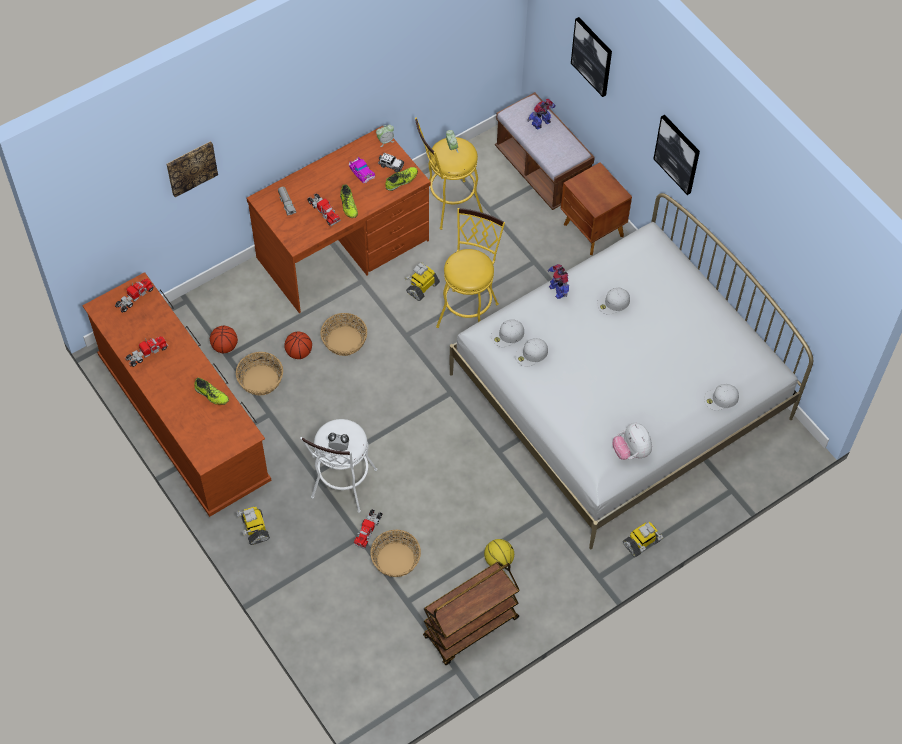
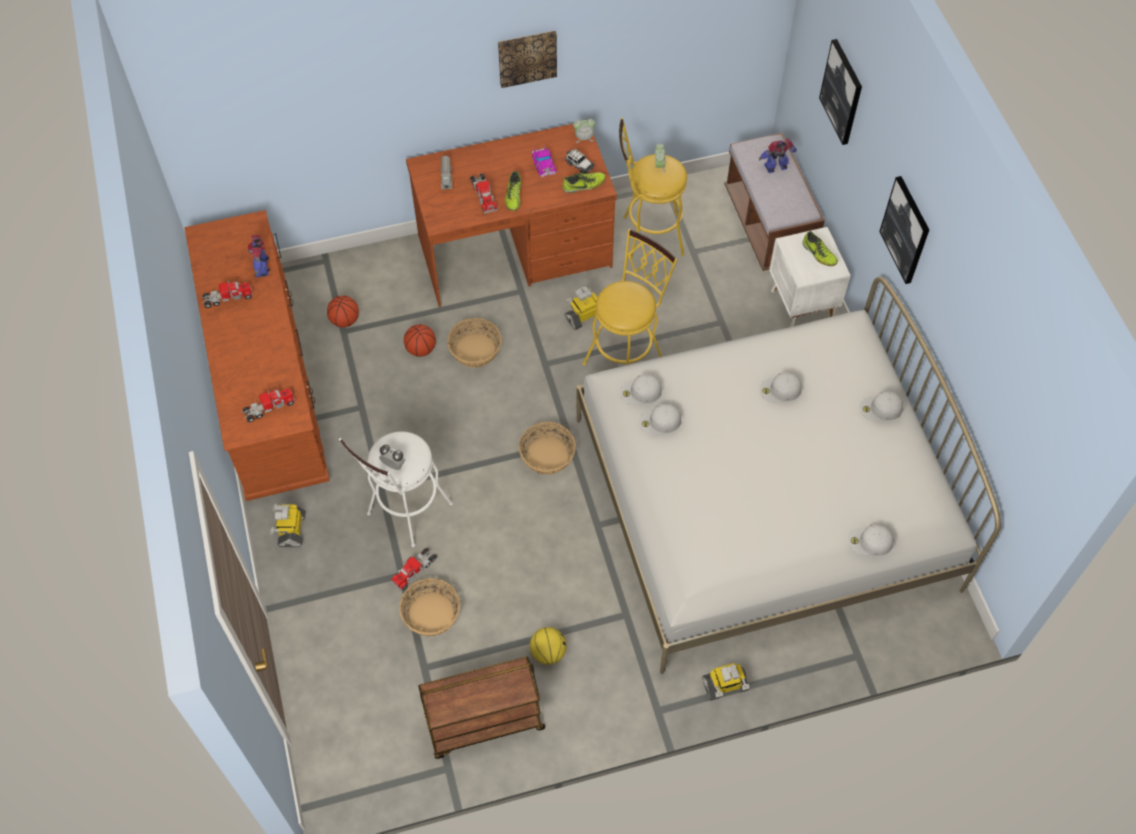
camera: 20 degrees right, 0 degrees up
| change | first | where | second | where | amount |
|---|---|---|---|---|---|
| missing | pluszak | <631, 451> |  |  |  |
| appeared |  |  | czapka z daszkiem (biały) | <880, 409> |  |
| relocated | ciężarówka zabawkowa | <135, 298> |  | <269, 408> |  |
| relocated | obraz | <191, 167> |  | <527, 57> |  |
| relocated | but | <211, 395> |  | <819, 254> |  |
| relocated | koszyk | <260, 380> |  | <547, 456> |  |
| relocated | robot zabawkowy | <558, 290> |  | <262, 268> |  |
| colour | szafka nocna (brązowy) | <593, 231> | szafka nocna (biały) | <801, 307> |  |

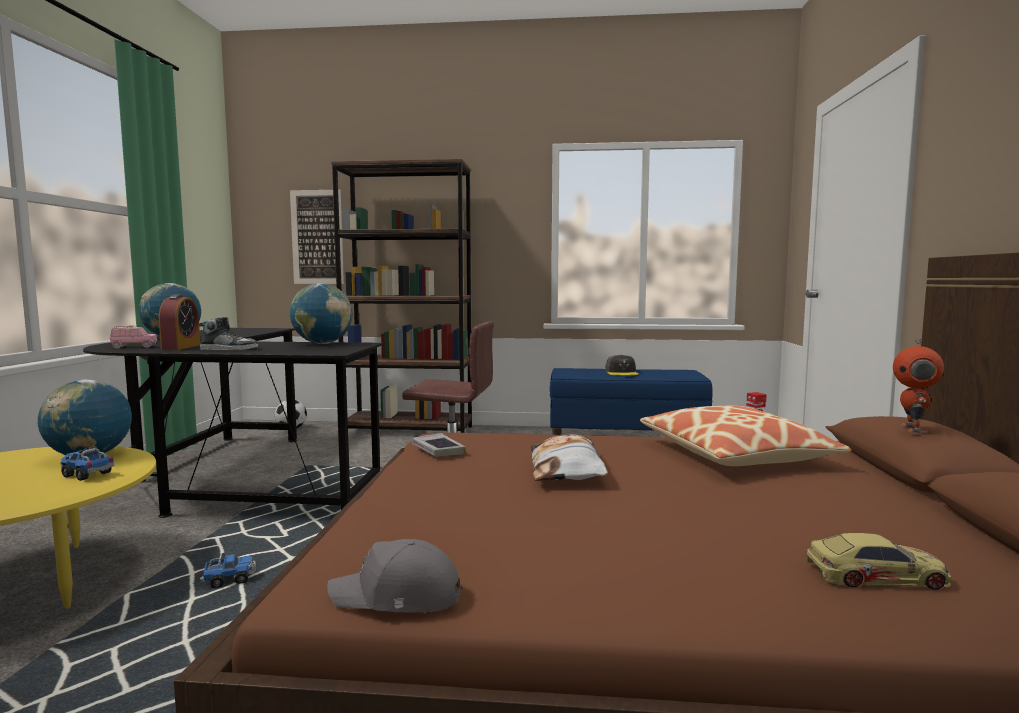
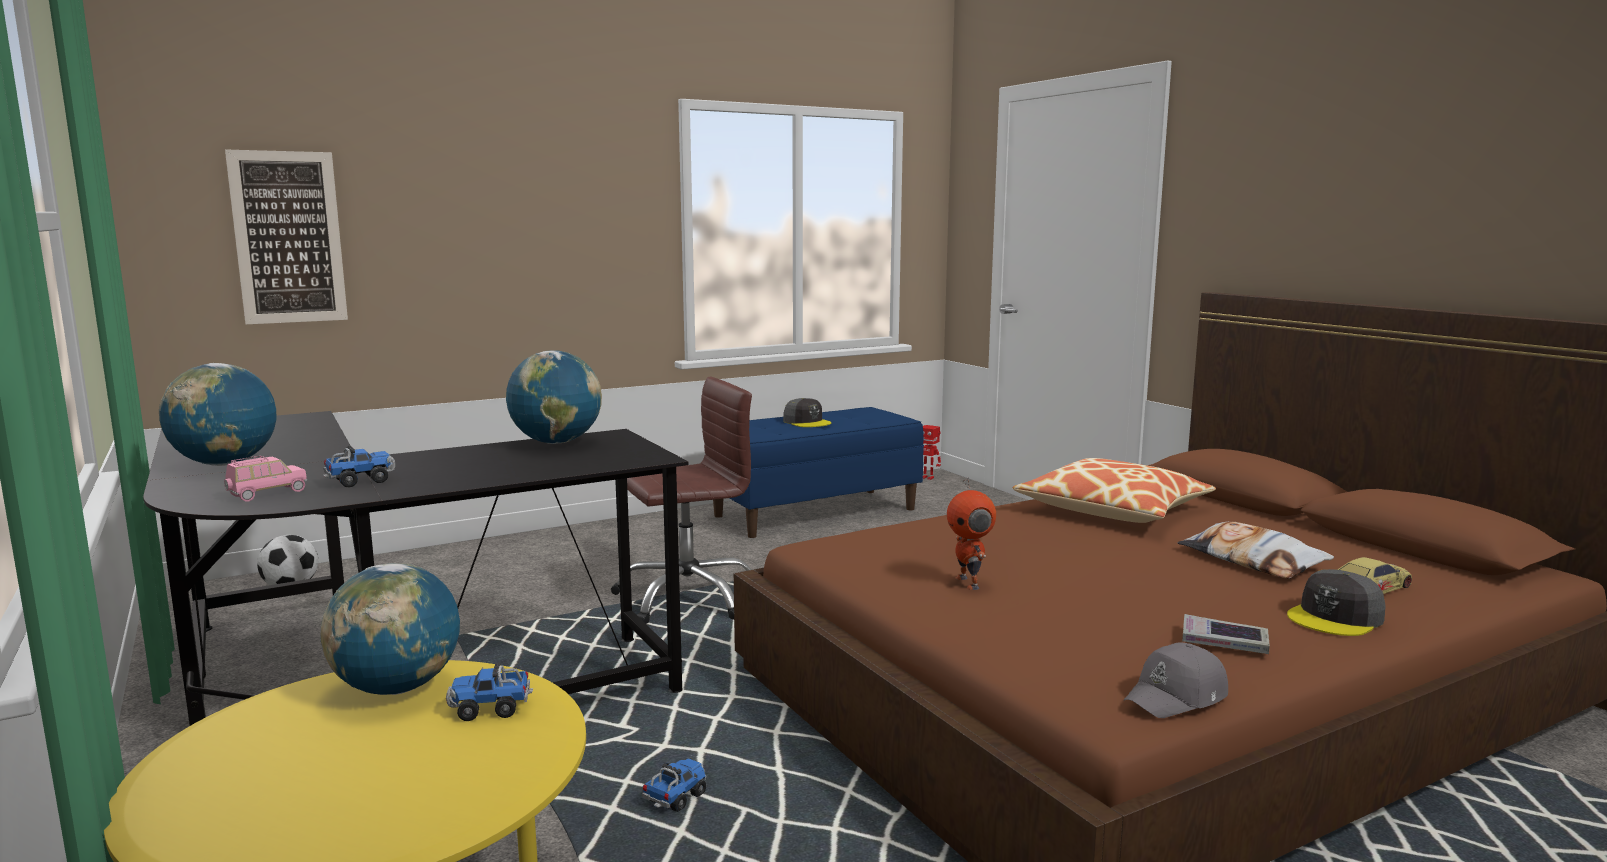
camera: 35 degrees left, 5 degrees up
| change | first | where | second | where | amount |
|---|---|---|---|---|---|
| missing | but | <229, 349> |  |  |  |
| missing | regał (brązowy) | <409, 431> |  |  |  |
| appeared |  |  | czapka z daszkiem (szary) | <1336, 618> |  |
| relocated | książka | <438, 450> |  | <1224, 642> |  |
| relocated | poduszka | <566, 469> |  | <1252, 560> |  |
| relocated | robot zabawkowy | <913, 429> |  | <969, 583> |  |
| exchanged | budzik | <181, 347> | ciężarówka zabawkowa | <360, 481> |  |

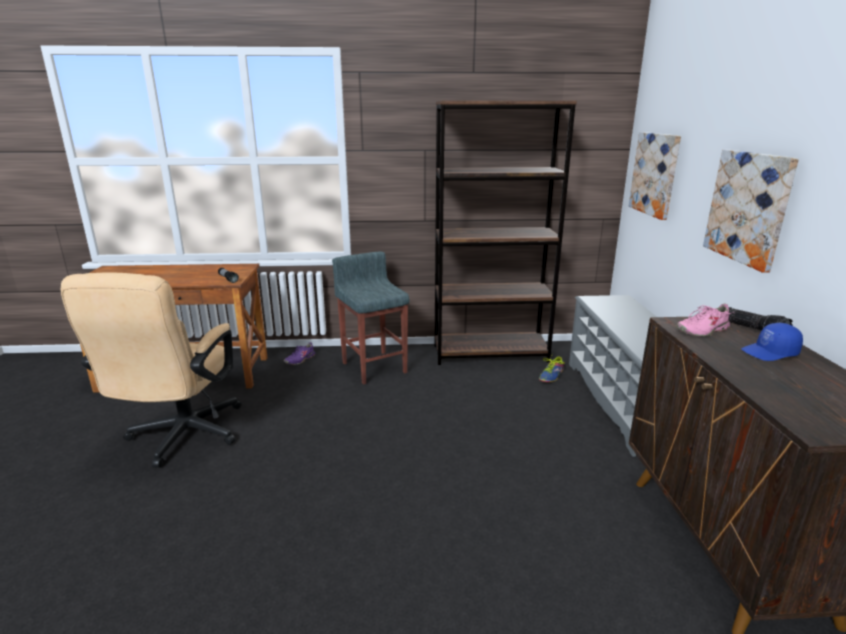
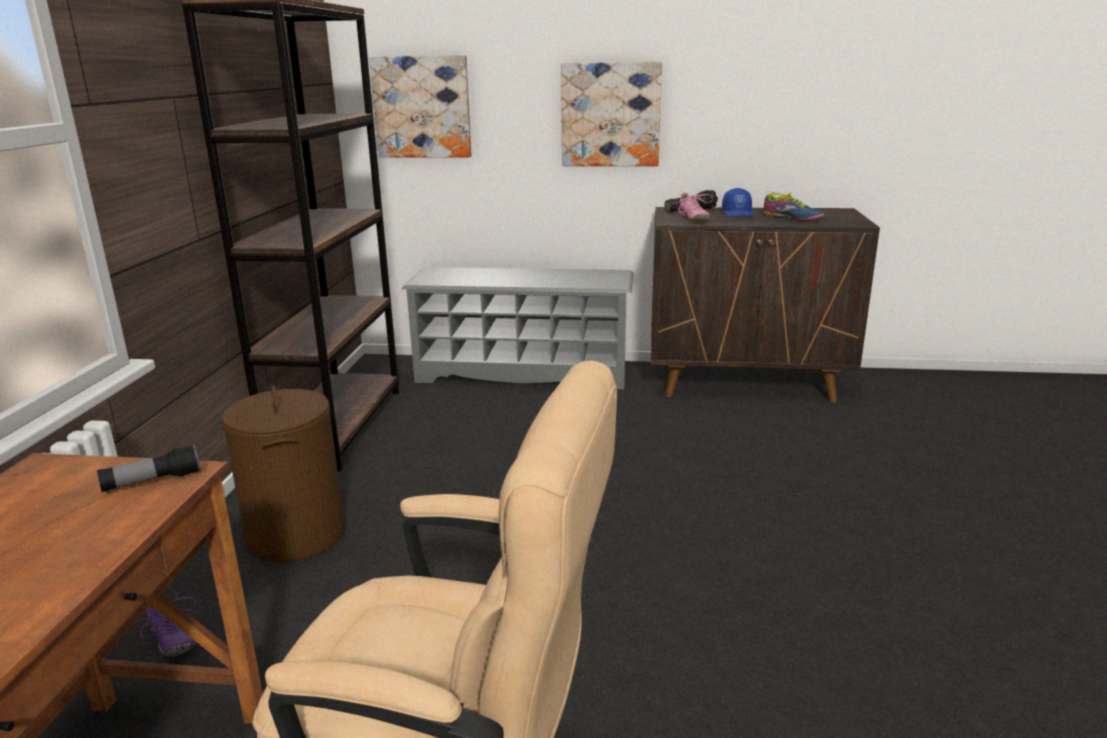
camera: 80 degrees left, 0 degrees up
| change | first | where | second | where | amount |
|---|---|---|---|---|---|
| relocated | but | <551, 375> |  | <792, 217> |  |
| exchanged | stołek (szary) | <374, 367> | kosz na pranie (brązowy) | <296, 534> |  |

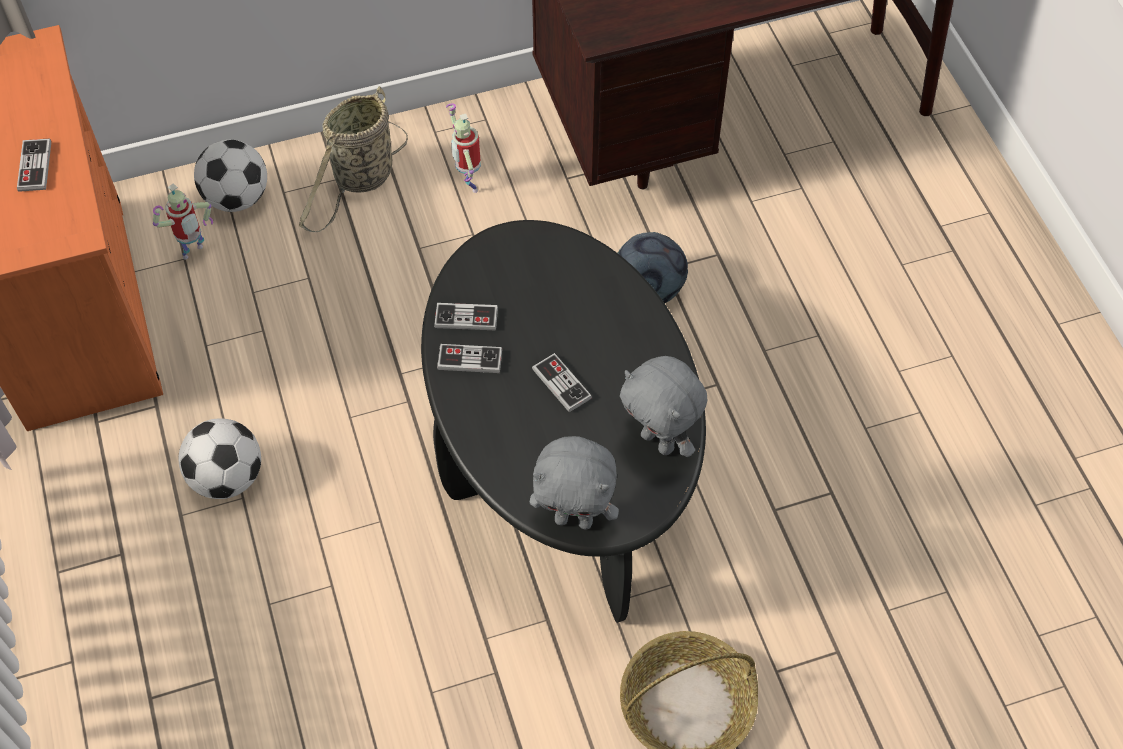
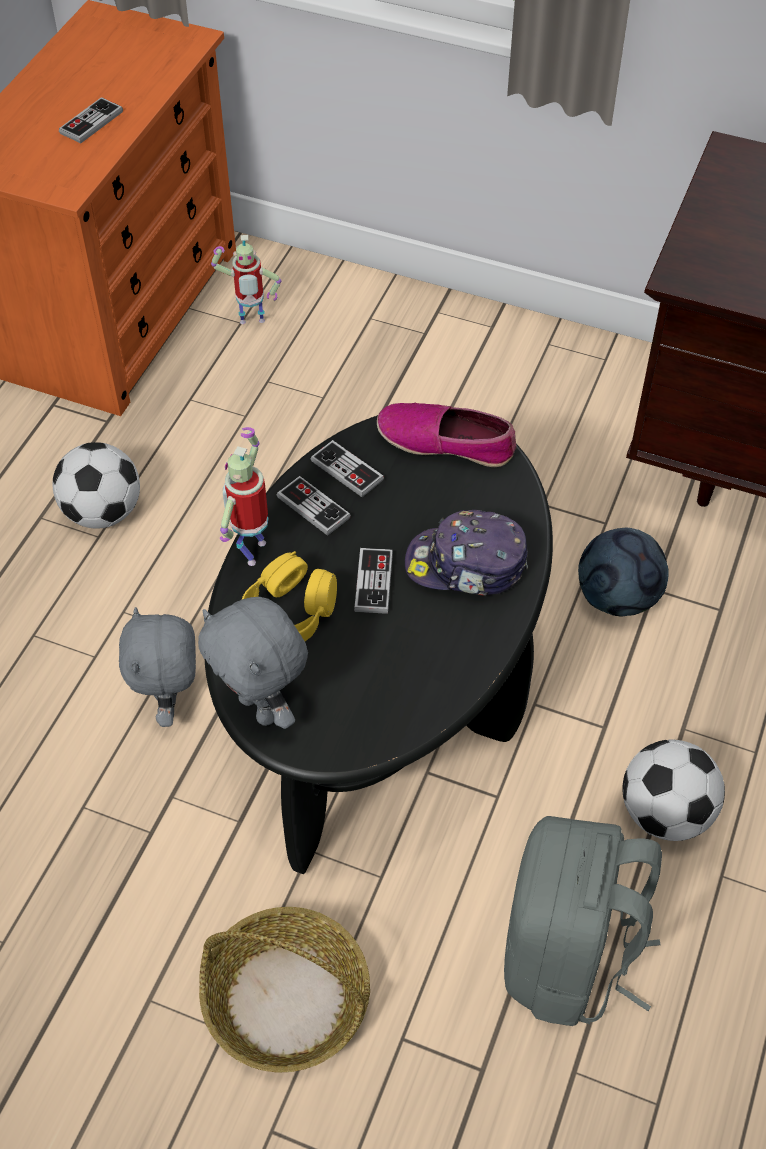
camera: 40 degrees right, 5 degrees down
| change | first | where | second | where | amount |
|---|---|---|---|---|---|
| missing | koszyk | <361, 179> |  |  |  |
| appeared |  |  | słuchawki (żółty) | <289, 613> |  |
| appeared |  |  | but | <446, 442> |  |
| appeared |  |  | czapka z daszkiem | <466, 565> |  |
| appeared |  |  | plecak (szary) | <568, 958> |  |
| relocated | piłka futbolowa | <237, 198> |  | <665, 813> |  |
| relocated | robot zabawkowy | <468, 184> |  | <252, 550> |  |
| relocated | pluszak (szary) | <659, 441> |  | <170, 704> |  |

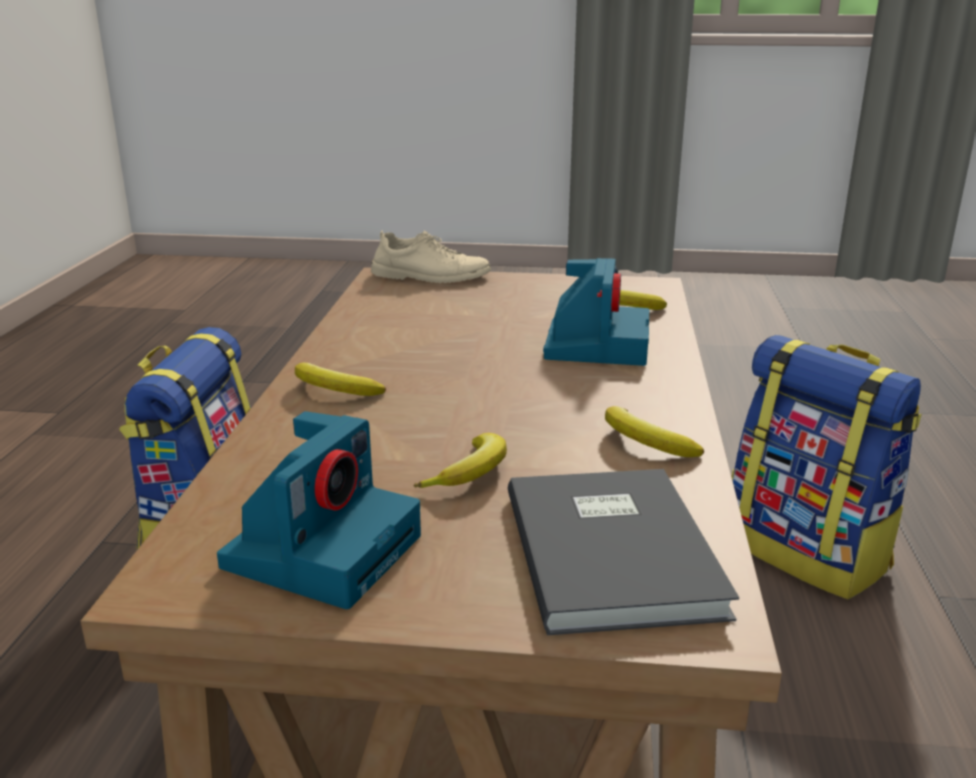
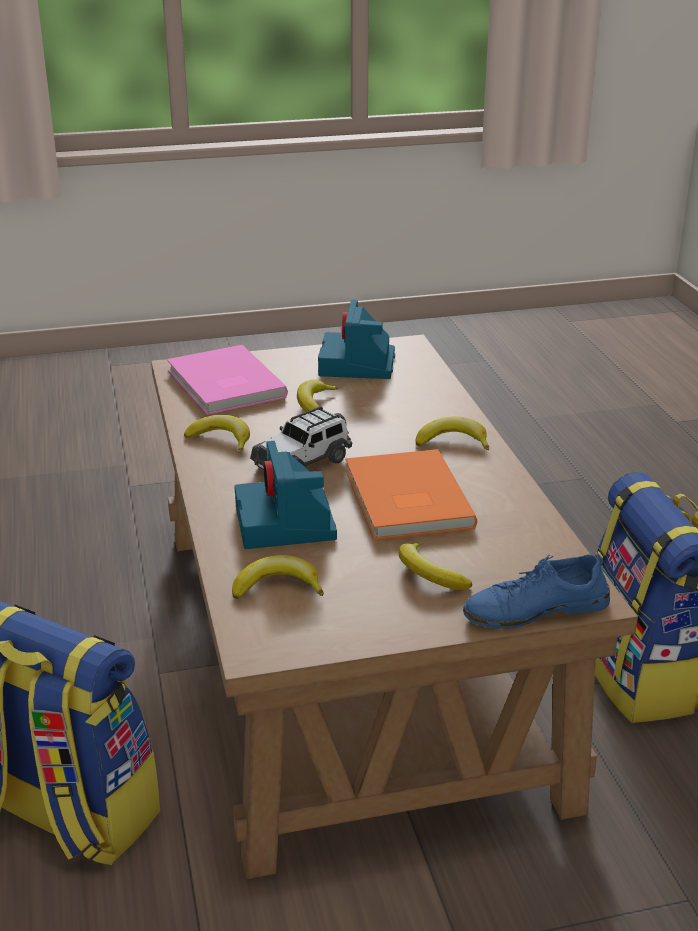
camera: 160 degrees right, 5 degrees up
| change | first | where | second | where | amount |
|---|---|---|---|---|---|
| appeared |  |  | samochodzik | <302, 463> |  |
| appeared |  |  | książka (pomarańczowy) | <404, 500> |  |
| appeared |  |  | banan | <429, 574> |  |
| colour | but (beżowy) | <430, 276> | but (niebieski) | <535, 609> |  |
| colour | książka (szary) | <616, 550> | książka (różowy) | <223, 385> |  |

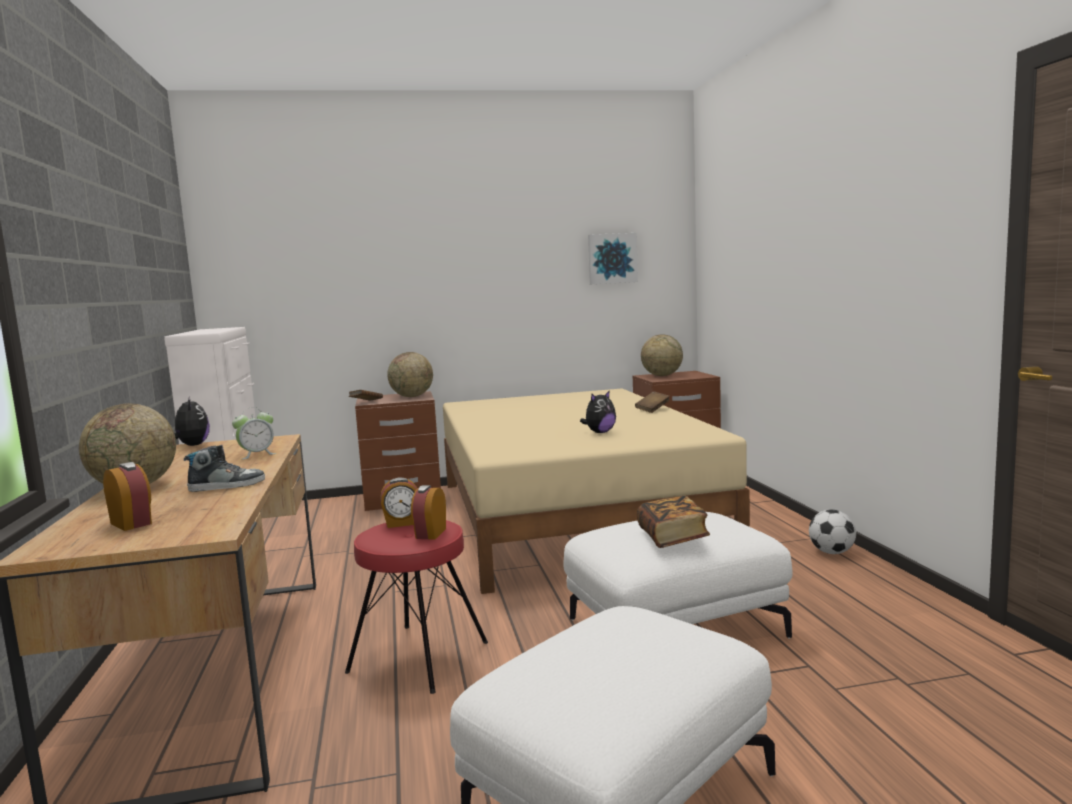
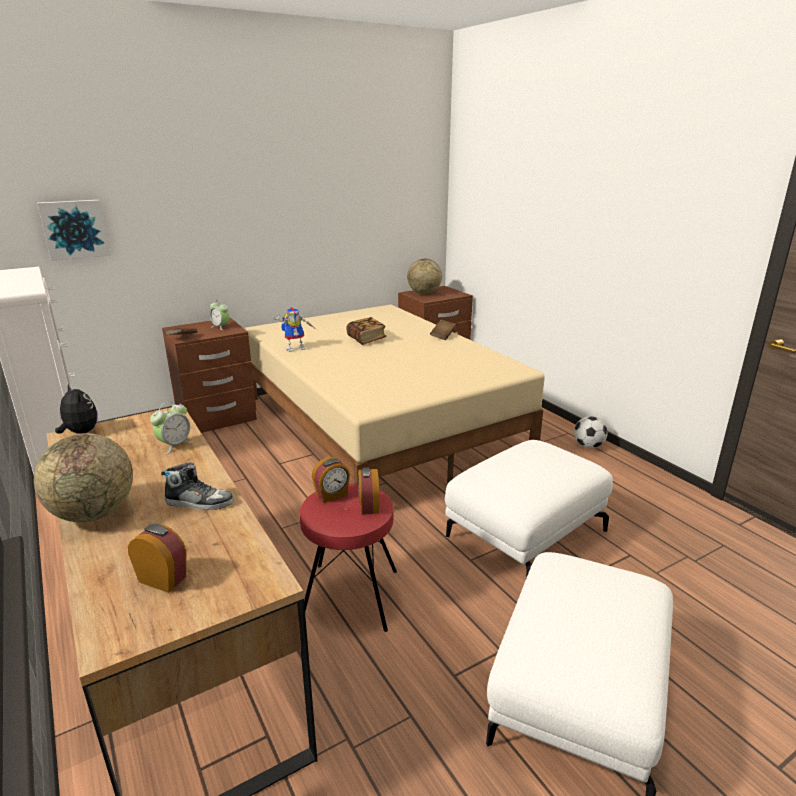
camera: 20 degrees left, 15 degrees up
| change | first | where | second | where | amount |
|---|---|---|---|---|---|
| missing | pluszak | <600, 432> |  |  |  |
| appeared |  |  | robot zabawkowy | <296, 348> |  |
| relocated | obraz | <612, 258> |  | <74, 229> |  |
| relocated | książka | <672, 537> |  | <366, 339> |  |
| exchanged | globus | <412, 396> | budzik | <221, 327> |  |
| spun | but | <227, 486> |  | <199, 502> | 45 degrees clockwise |

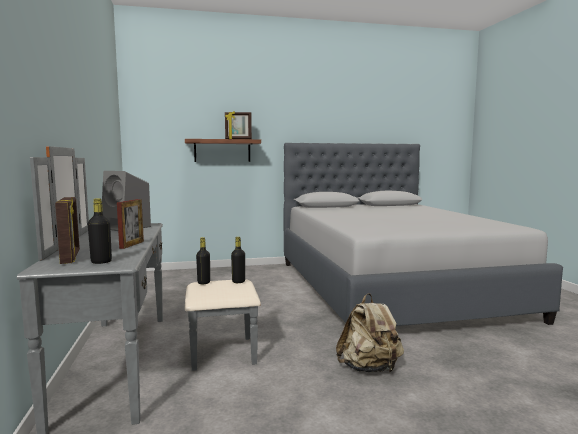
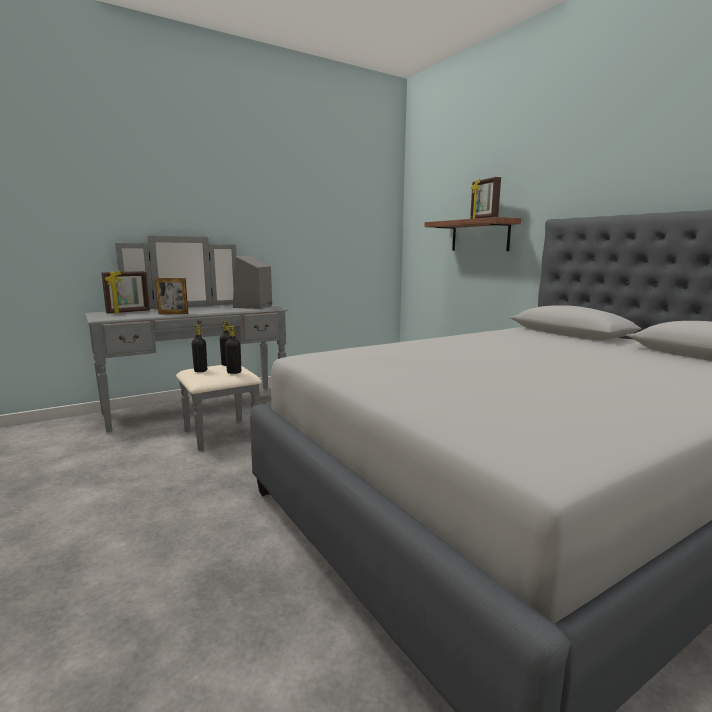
camera: 70 degrees right, 5 degrees up
| change | first | where | second | where | amount |
|---|---|---|---|---|---|
| missing | plecak (beżowy) | <369, 368> |  |  |  |
| relocated | butelka (czarny) | <101, 262> |  | <200, 371> |  |

